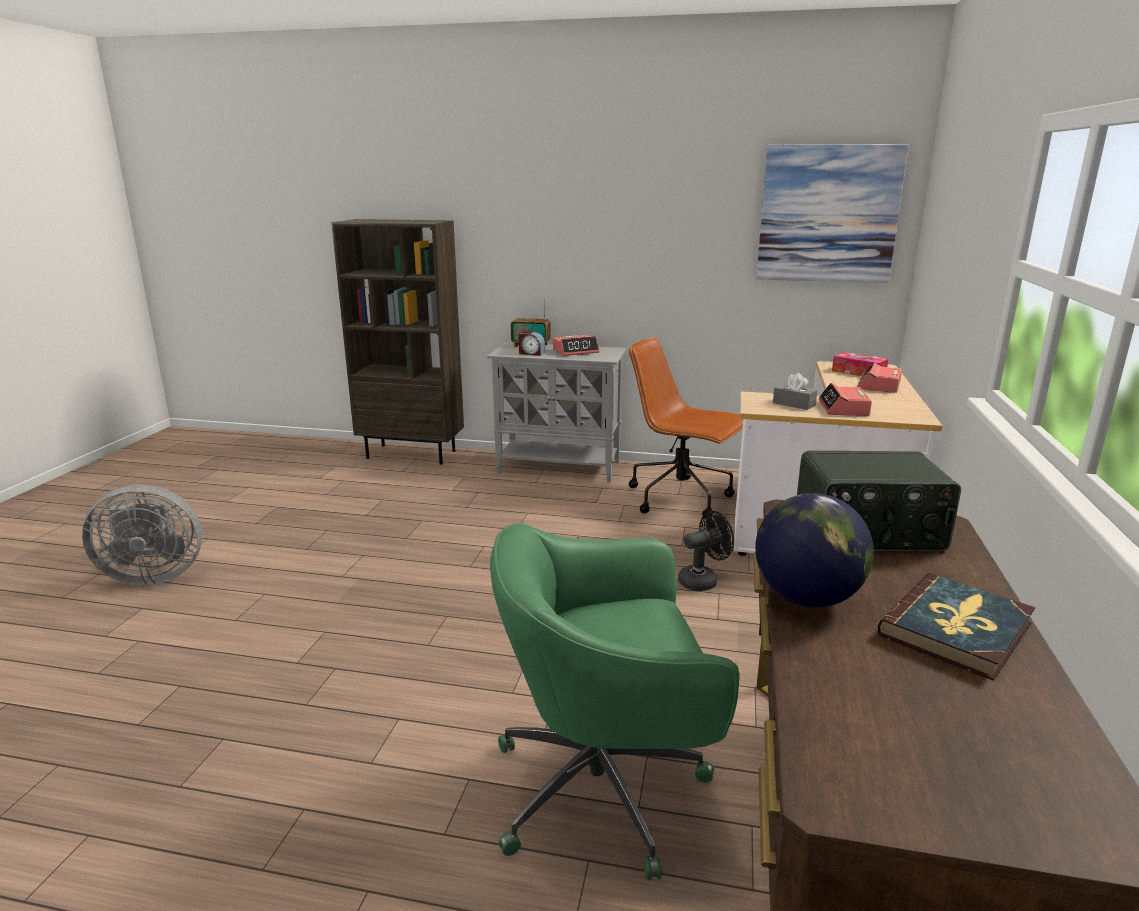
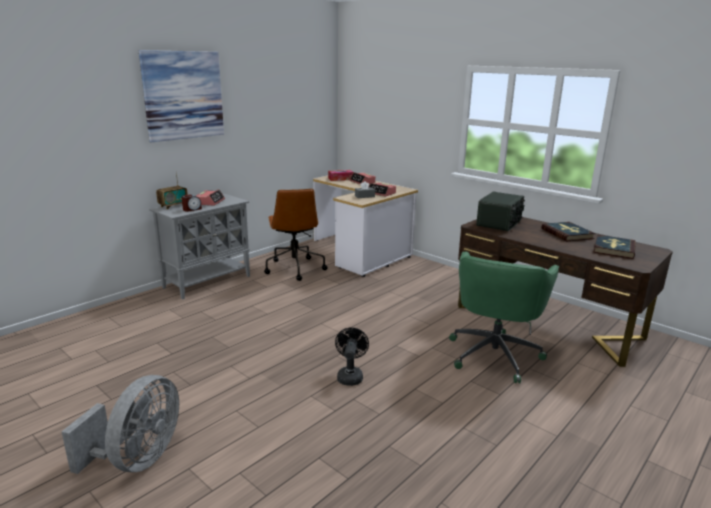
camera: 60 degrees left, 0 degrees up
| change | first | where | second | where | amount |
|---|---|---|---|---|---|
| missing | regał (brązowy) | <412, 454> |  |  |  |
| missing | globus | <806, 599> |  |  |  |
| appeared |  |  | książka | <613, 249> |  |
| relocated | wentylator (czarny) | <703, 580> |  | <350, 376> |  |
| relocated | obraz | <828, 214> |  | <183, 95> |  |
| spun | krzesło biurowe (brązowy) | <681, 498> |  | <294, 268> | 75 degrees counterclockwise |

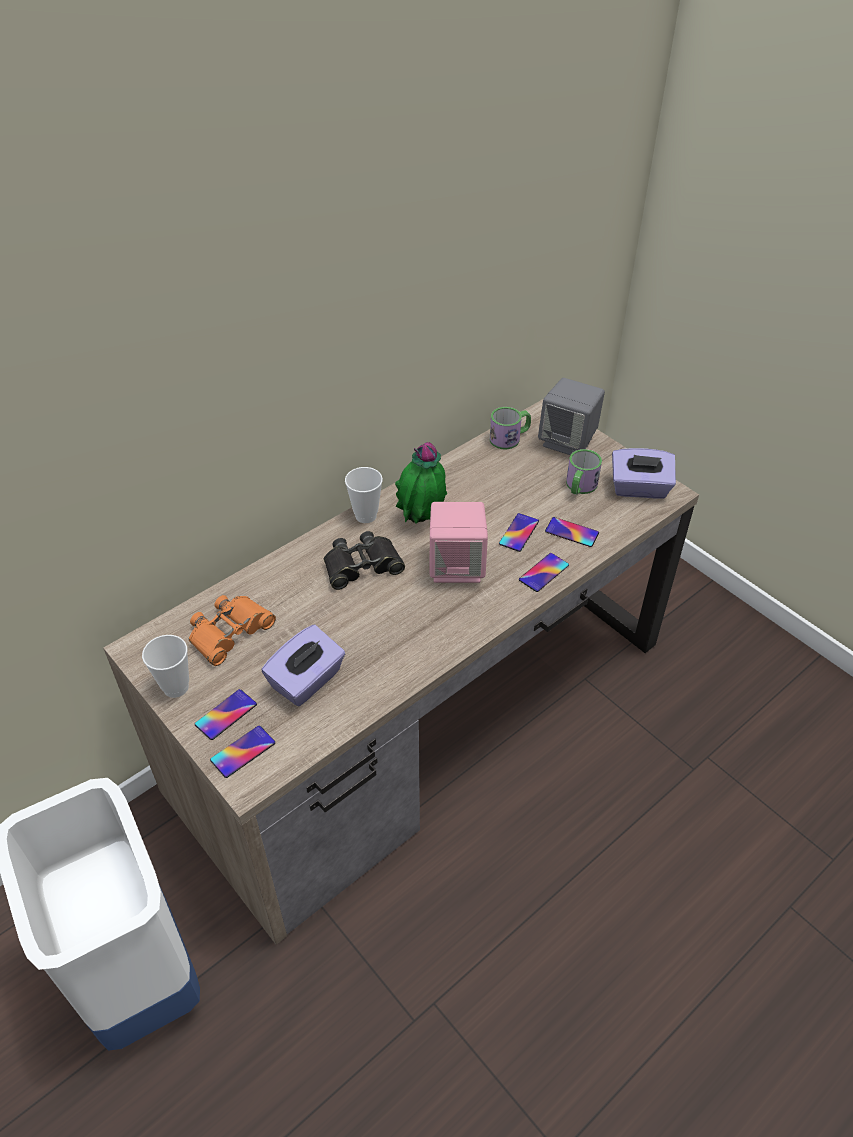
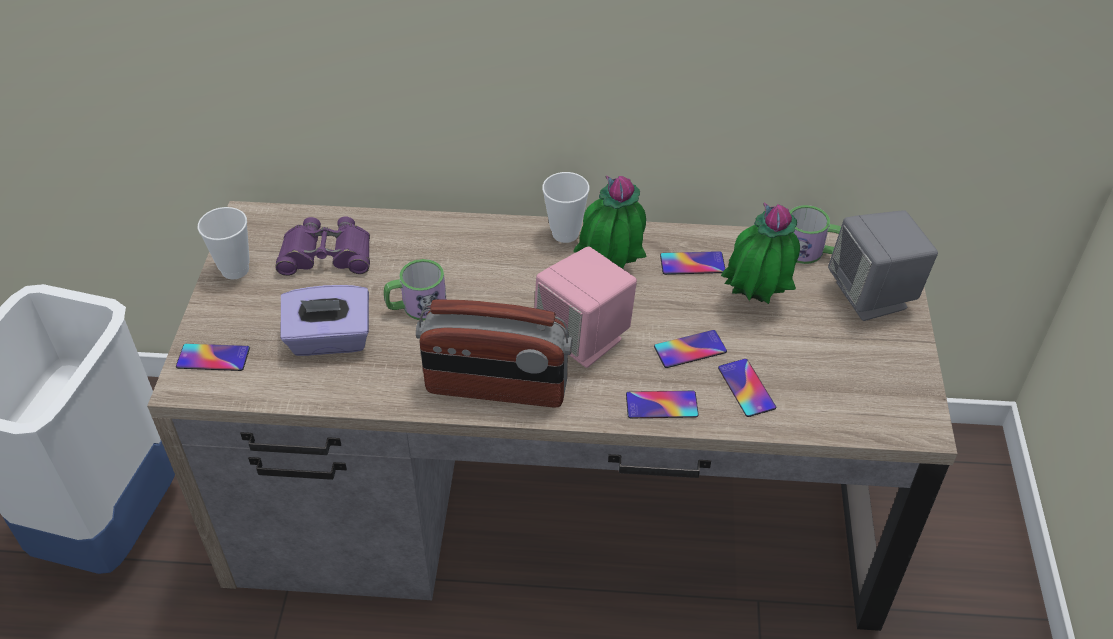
camera: 45 degrees right, 0 degrees up
| change | first | where | second | where | amount |
|---|---|---|---|---|---|
| missing | lornetka (czarny) | <362, 566> |  |  |  |
| missing | pudełko chusteczek (fioletowy) | <639, 488> |  |  |  |
| appeared |  |  | radio | <496, 388> |  |
| appeared |  |  | roślina doniczkowa | <755, 301> |  |
| relocated | telefon | <226, 714> |  | <692, 263> |  |
| relocated | kubek | <579, 487> |  | <416, 306> |  |
| colour | lornetka (pomarańczowy) | <230, 632> | lornetka (fioletowy) | <326, 255> |  |

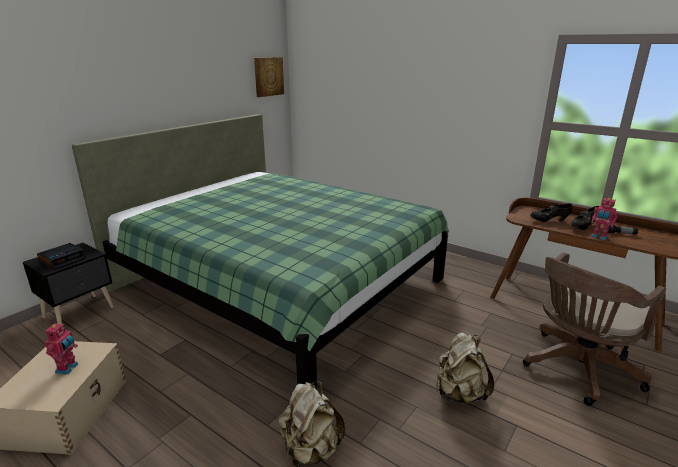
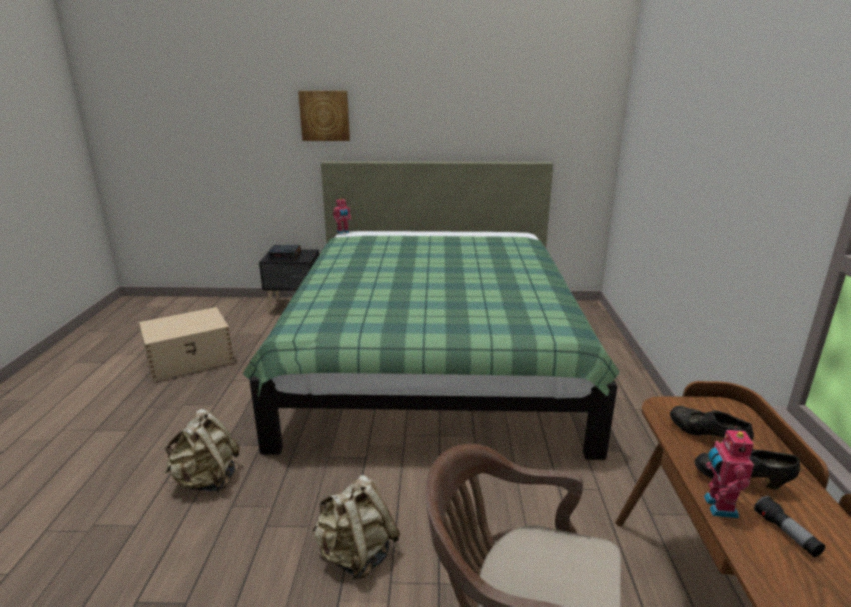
camera: 55 degrees right, 0 degrees up
| change | first | where | second | where | amount |
|---|---|---|---|---|---|
| relocated | robot zabawkowy | <68, 368> |  | <343, 232> |  |
| relocated | obraz | <268, 76> |  | <324, 116> |  |

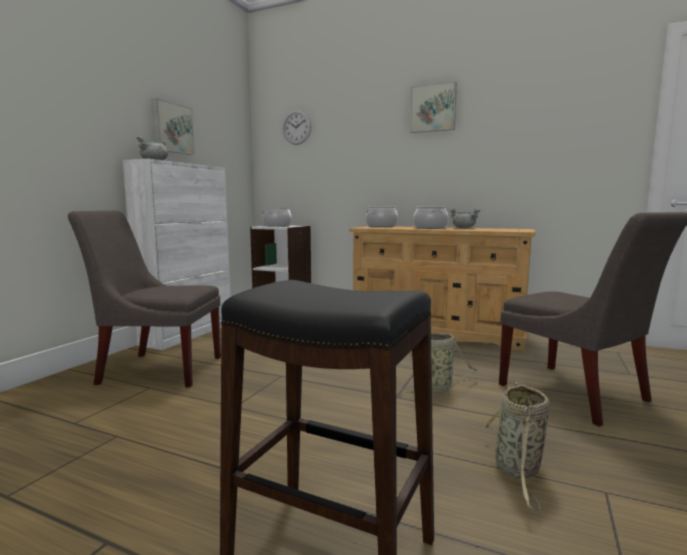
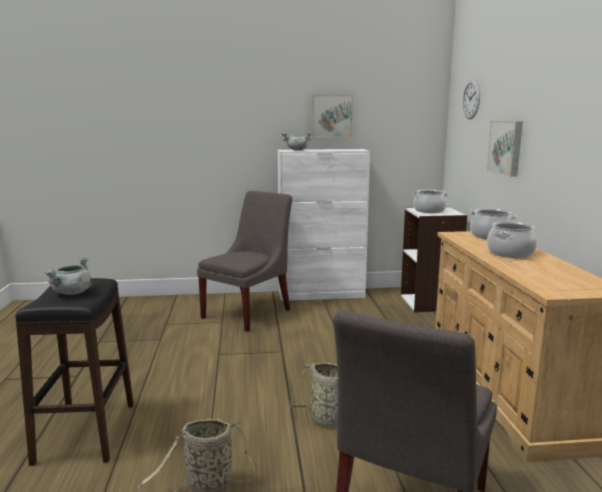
camera: 60 degrees right, 5 degrees up
| change | first | where | second | where | amount |
|---|---|---|---|---|---|
| relocated | obraz | <433, 108> |  | <506, 147> |  |
| relocated | garnek (szary) | <464, 228> |  | <72, 293> |  |
| spun | krzesło (szary) | <157, 369> |  | <249, 312> | 60 degrees clockwise |

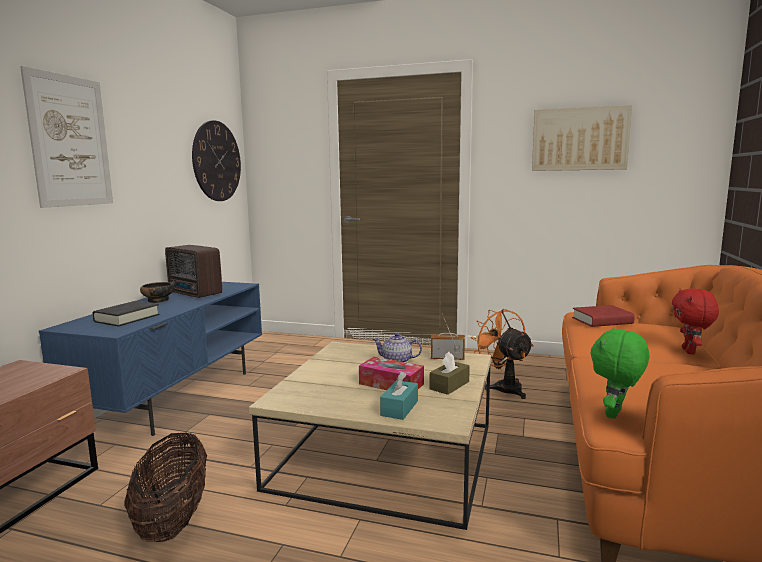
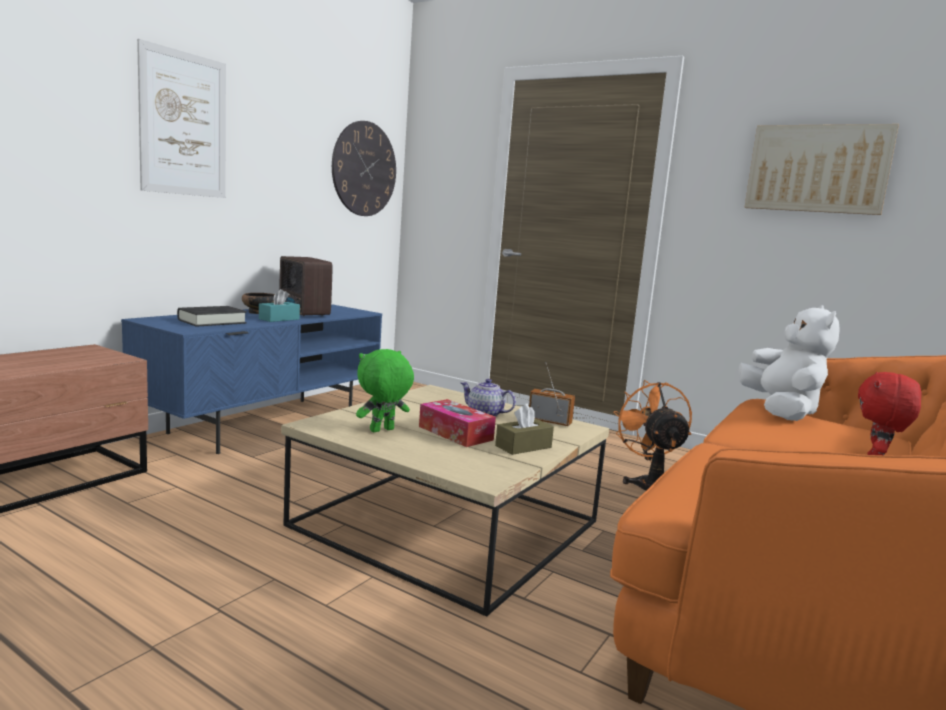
camera: 15 degrees right, 0 degrees up
| change | first | where | second | where | amount |
|---|---|---|---|---|---|
| missing | koszyk | <173, 519> |  |  |  |
| relocated | pudełko chusteczek (turkusowy) | <399, 408> |  | <279, 319> |  |
| relocated | pluszak (zielony) | <615, 414> |  | <382, 430> |  |
| exchanged | książka (czerwony) | <602, 321> | pluszak (biały) | <781, 411> |  |

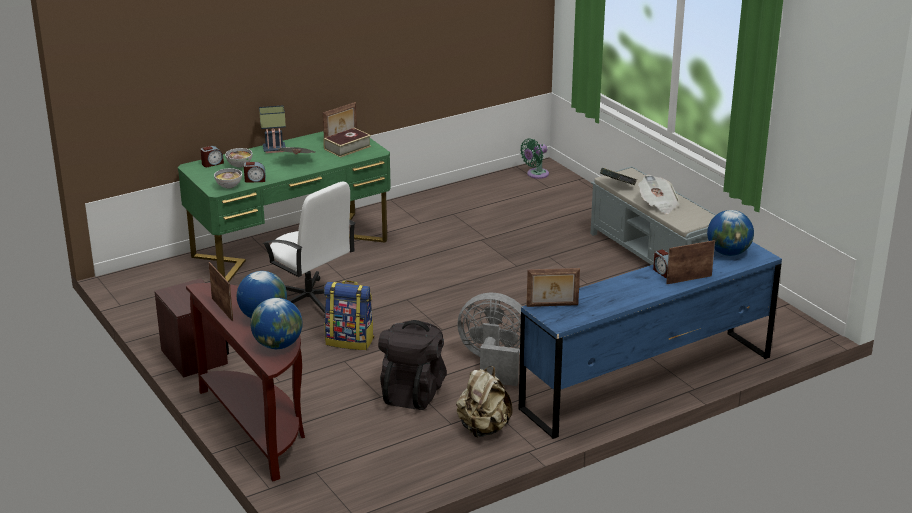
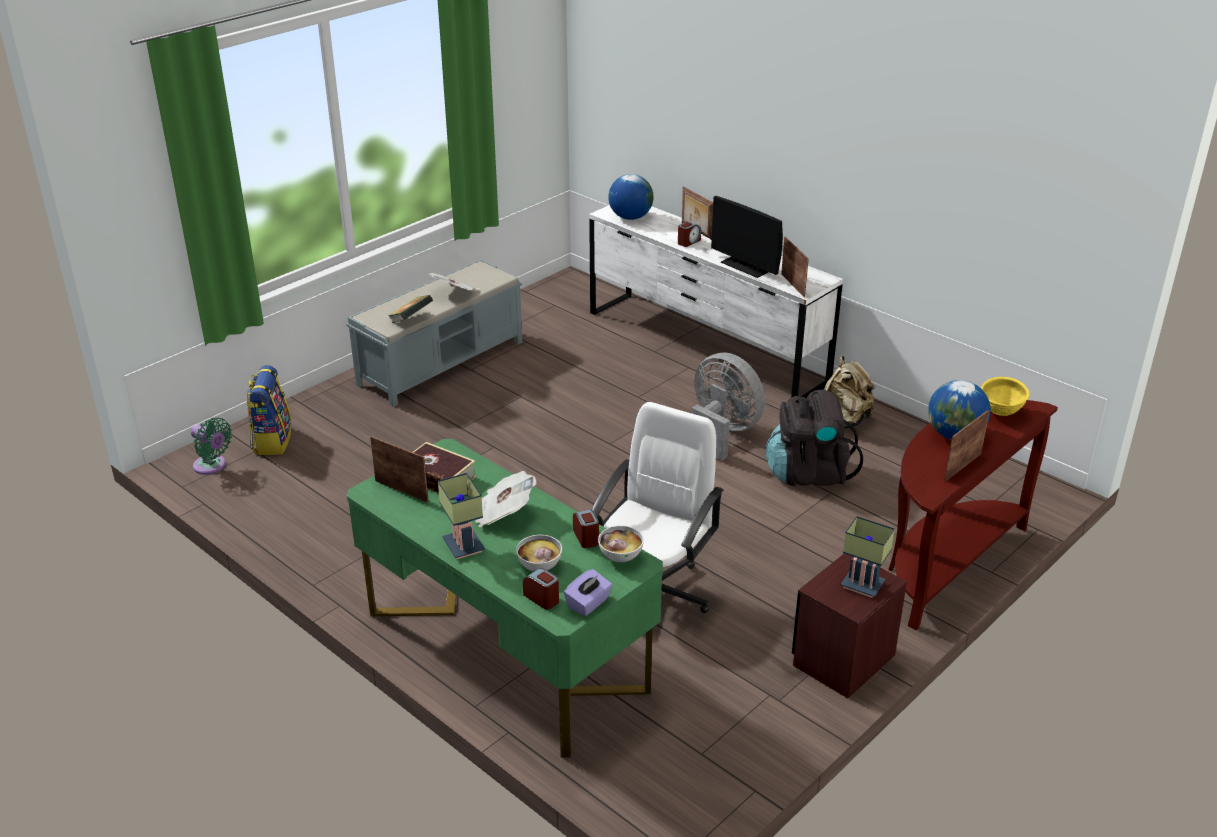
camera: 105 degrees left, 5 degrees up
| change | first | where | second | where | amount |
|---|---|---|---|---|---|
| appeared |  |  | pudełko chusteczek (fioletowy) | <588, 603> |  |
| appeared |  |  | monitor | <745, 266> |  |
| appeared |  |  | lampa stołowa | <860, 586> |  |
| relocated | plecak | <350, 341> |  | <272, 441> |  |
| exchanged | globus | <278, 345> | miska (żółty) | <1000, 413> |  |
| colour | komoda (niebieski) | <647, 382> | komoda (biały) | <705, 347> |  |
| spun | wentylator (szary) | <494, 364> |  | <722, 432> | 135 degrees clockwise |

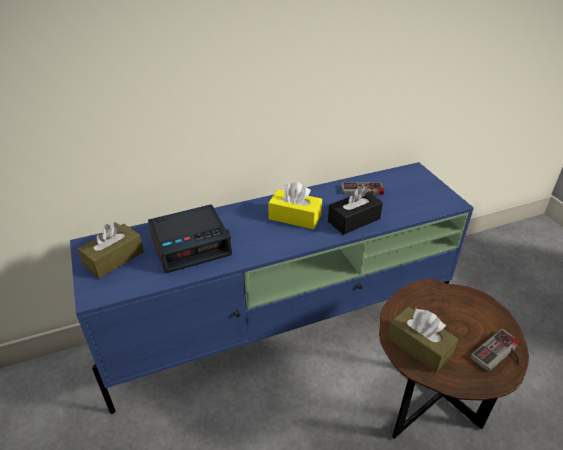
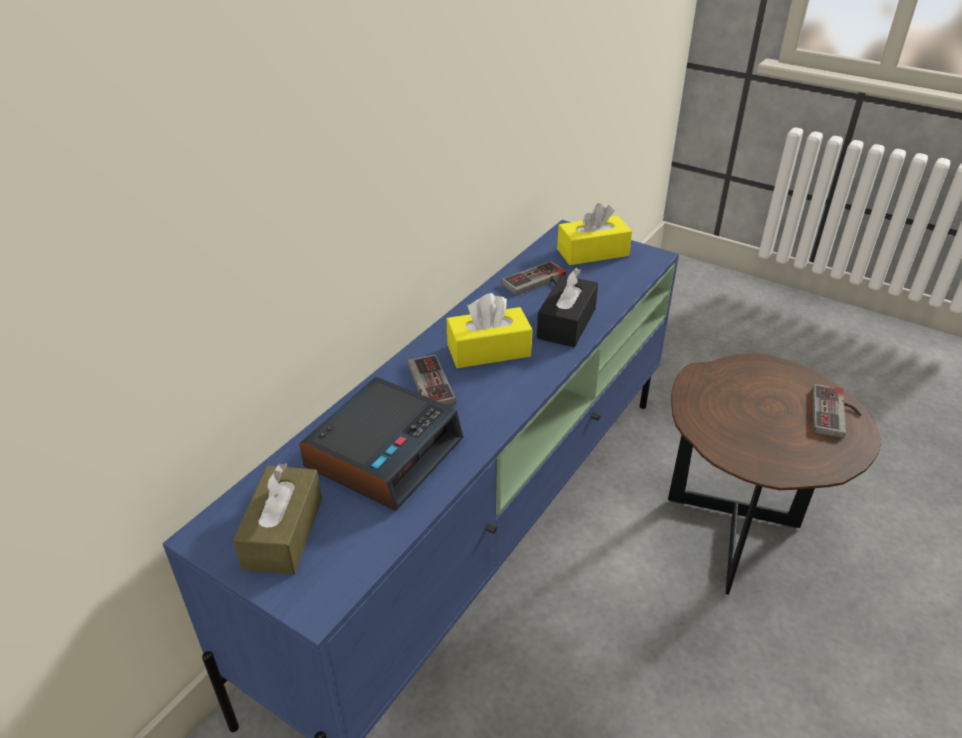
camera: 35 degrees left, 0 degrees up
| change | first | where | second | where | amount |
|---|---|---|---|---|---|
| missing | pudełko chusteczek (brązowy) | <419, 346> |  |  |  |
| appeared |  |  | pad do gier | <422, 385> |  |
| appeared |  |  | pudełko chusteczek (żółty) | <592, 252> |  |

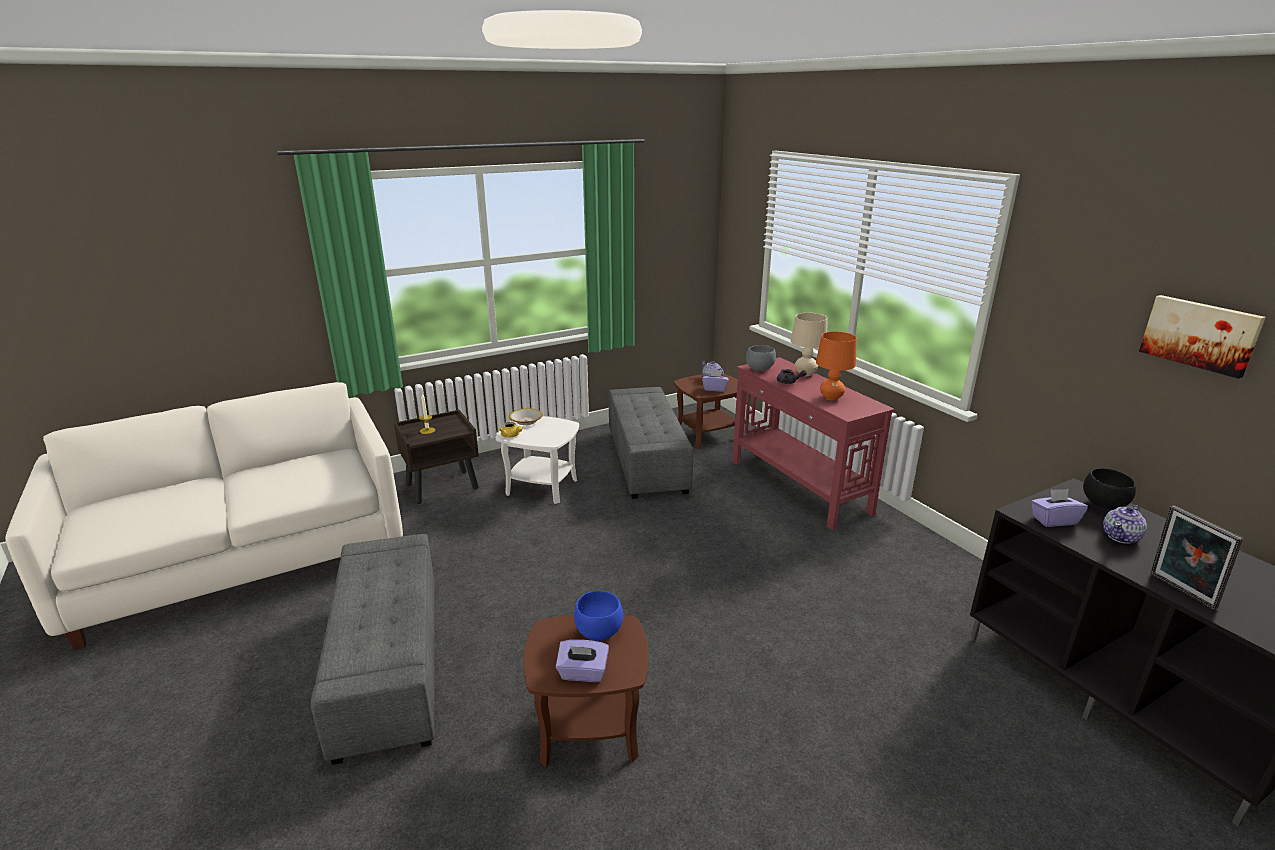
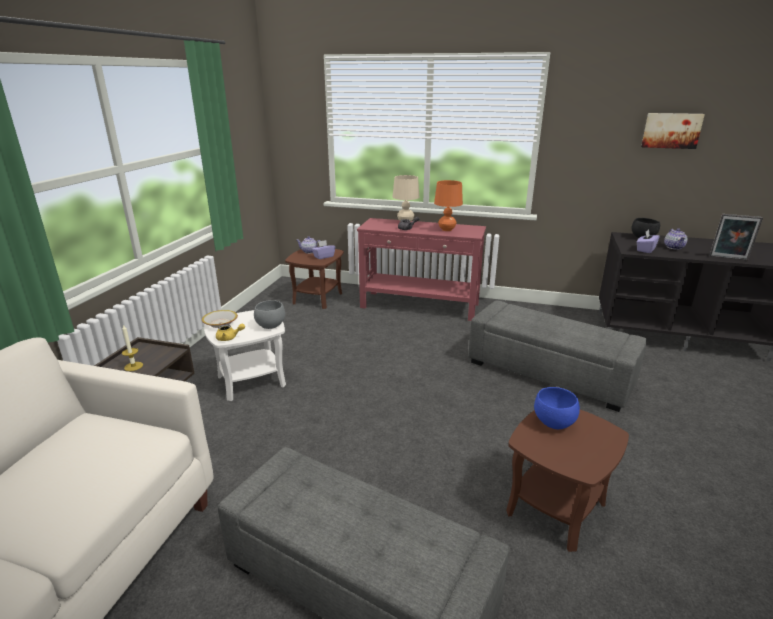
camera: 45 degrees left, 0 degrees up
| change | first | where | second | where | amount |
|---|---|---|---|---|---|
| missing | pudełko chusteczek (fioletowy) | <583, 673> |  |  |  |
| relocated | pufa (szary) | <647, 460> |  | <549, 372> |  |
| relocated | miska (szary) | <759, 369> |  | <270, 326> |  |

